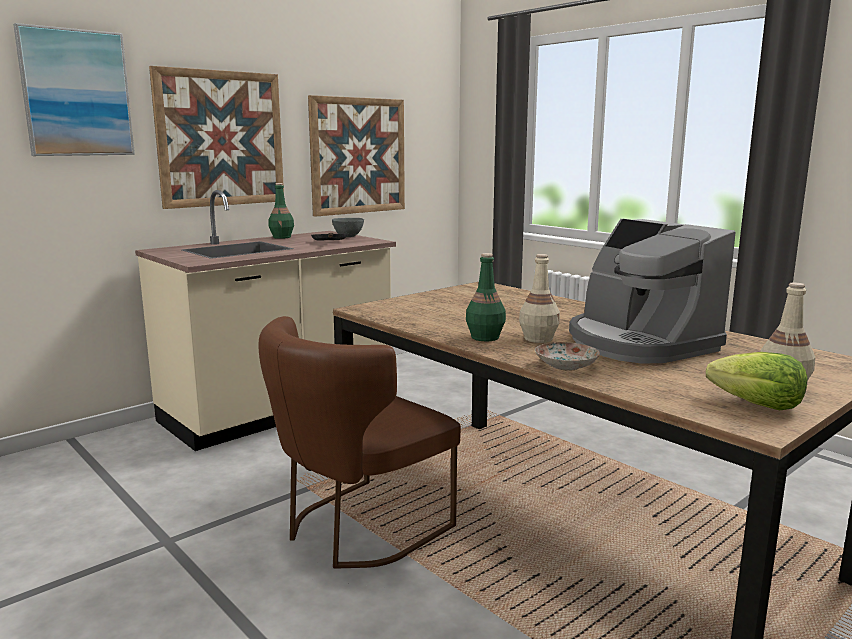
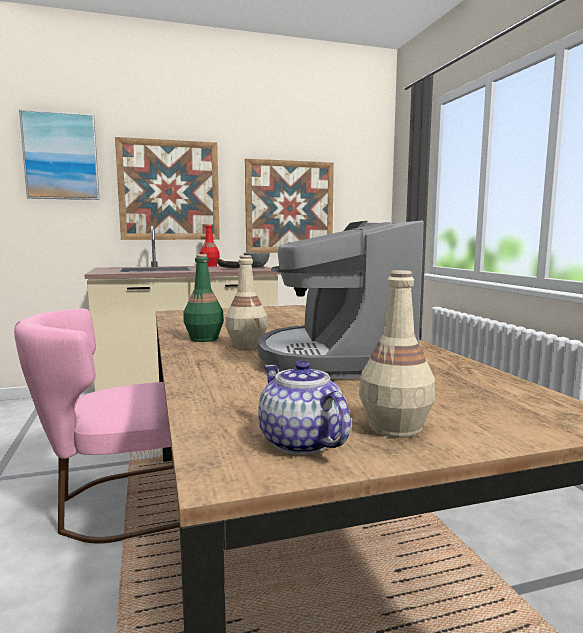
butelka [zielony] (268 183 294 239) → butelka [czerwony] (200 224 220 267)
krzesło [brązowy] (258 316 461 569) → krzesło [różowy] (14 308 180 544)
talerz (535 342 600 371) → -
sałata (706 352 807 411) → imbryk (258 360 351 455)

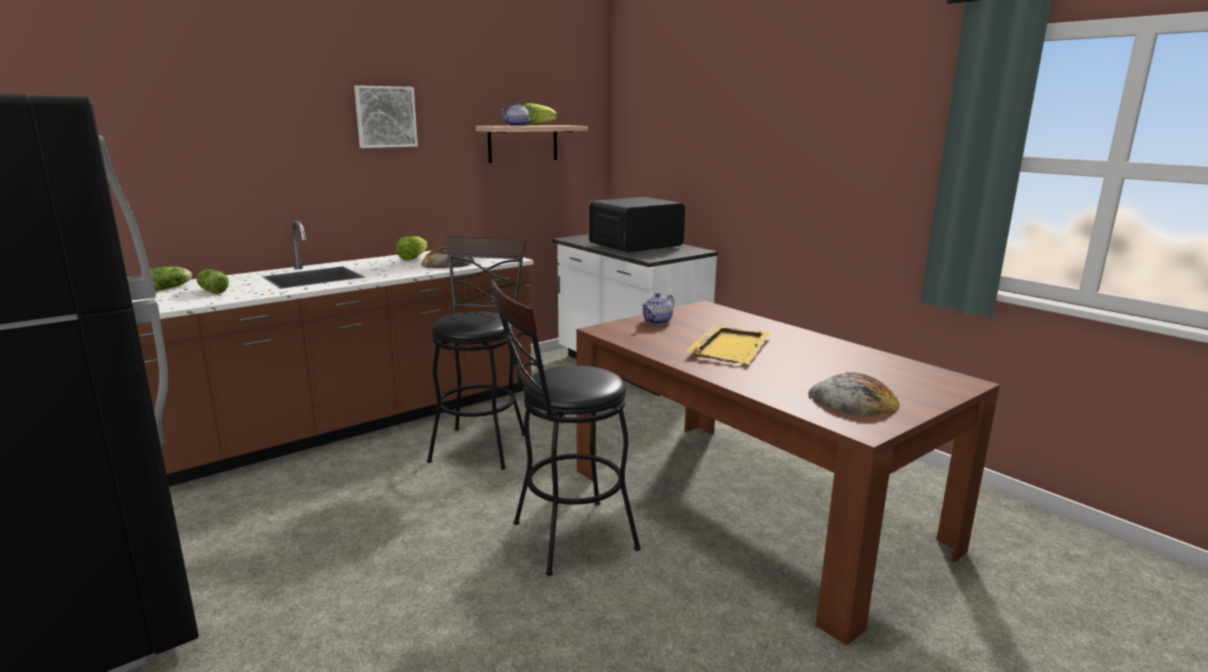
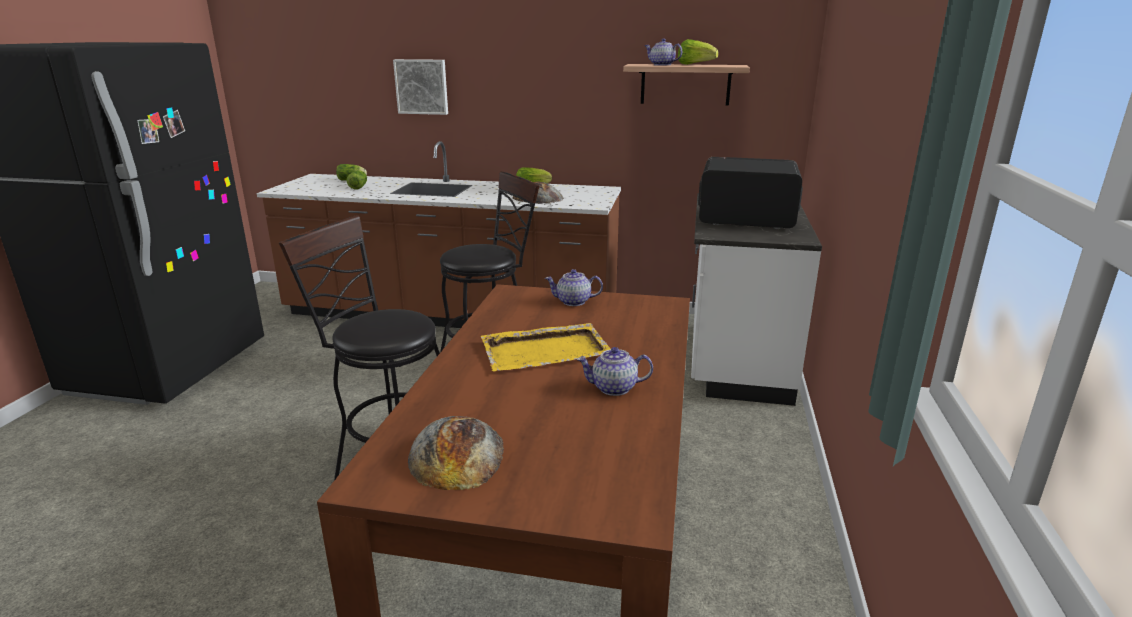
obraz (354 85 418 148) → obraz (393 59 448 115), relocated
- → imbryk (577 347 653 396)

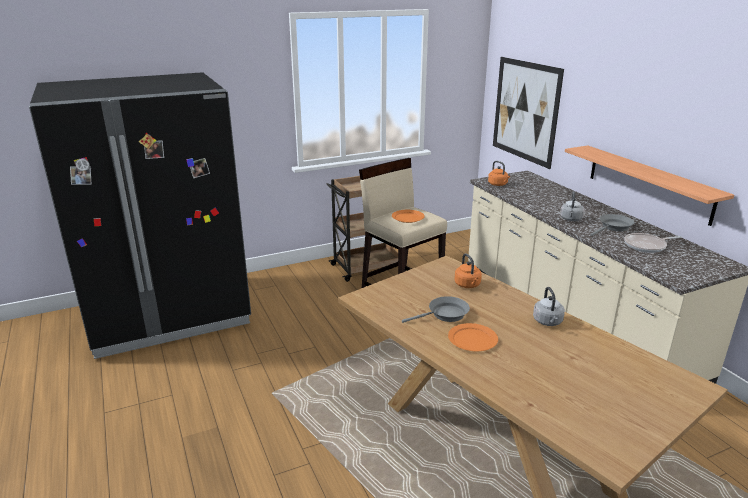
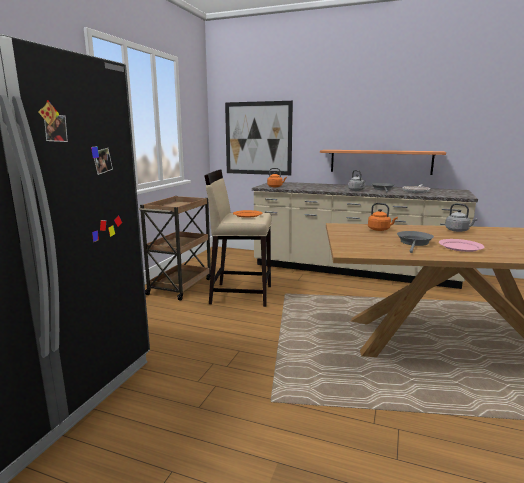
talerz [pomarańczowy] (448 323 498 351) → talerz [różowy] (439 239 484 252)

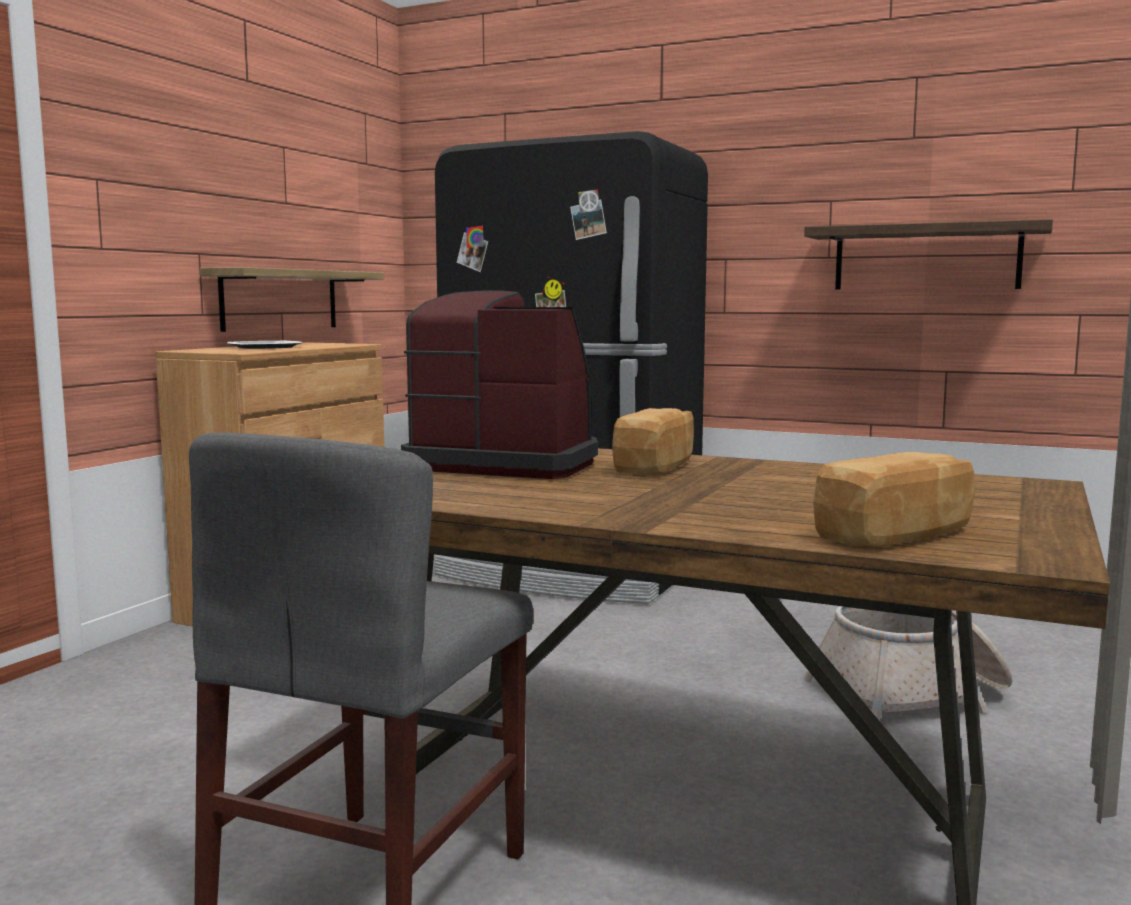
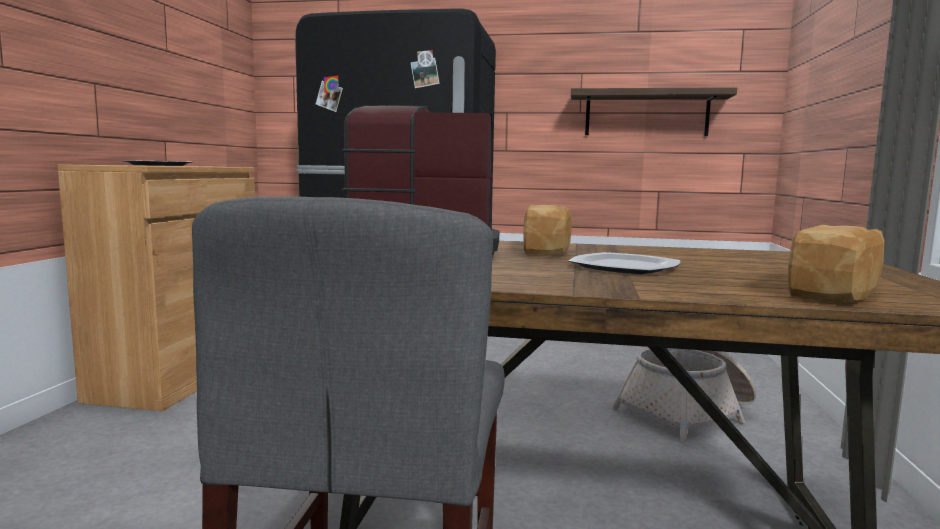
półka (200 267 384 332) → -
- → talerz (569 252 680 274)

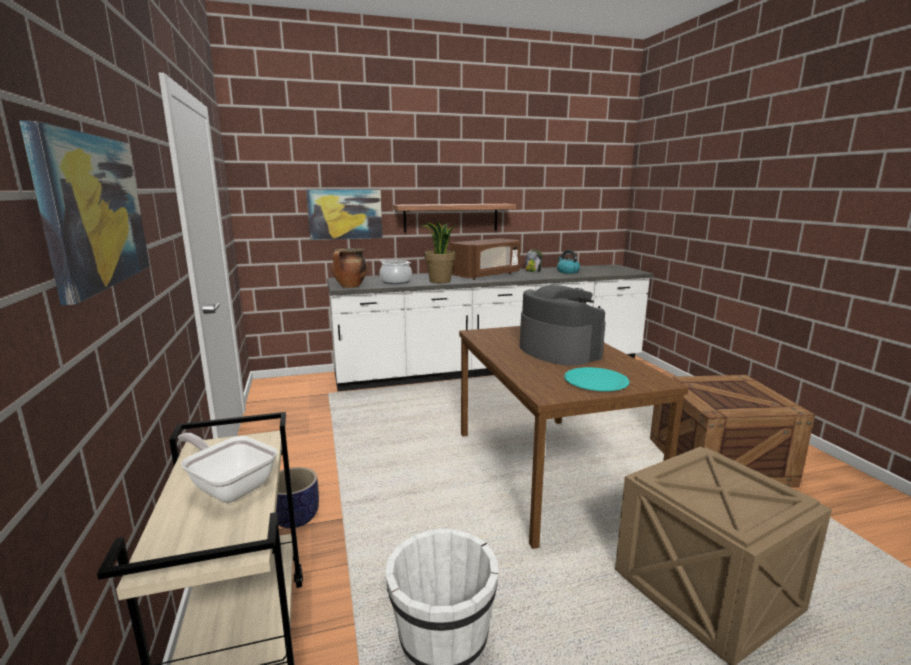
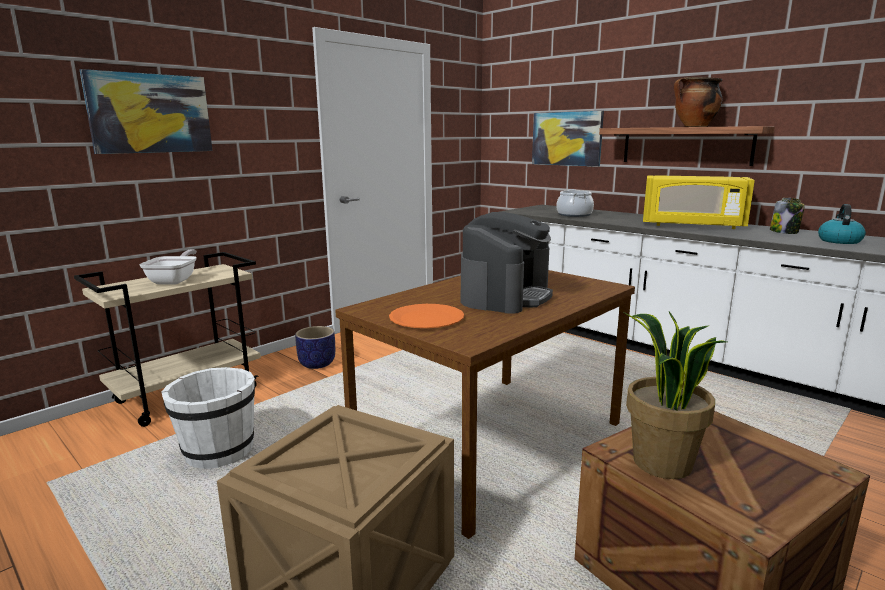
roślina doniczkowa (420 220 458 283) → roślina doniczkowa (624 312 727 479), relocated
mikrofalówka [brązowy] (450 238 520 280) → mikrofalówka [żółty] (643 175 755 229)
garnek (331 248 367 288) → garnek (674 77 722 127), relocated
talerz [turkusowy] (564 367 629 391) → talerz [pomarańczowy] (389 304 464 328)

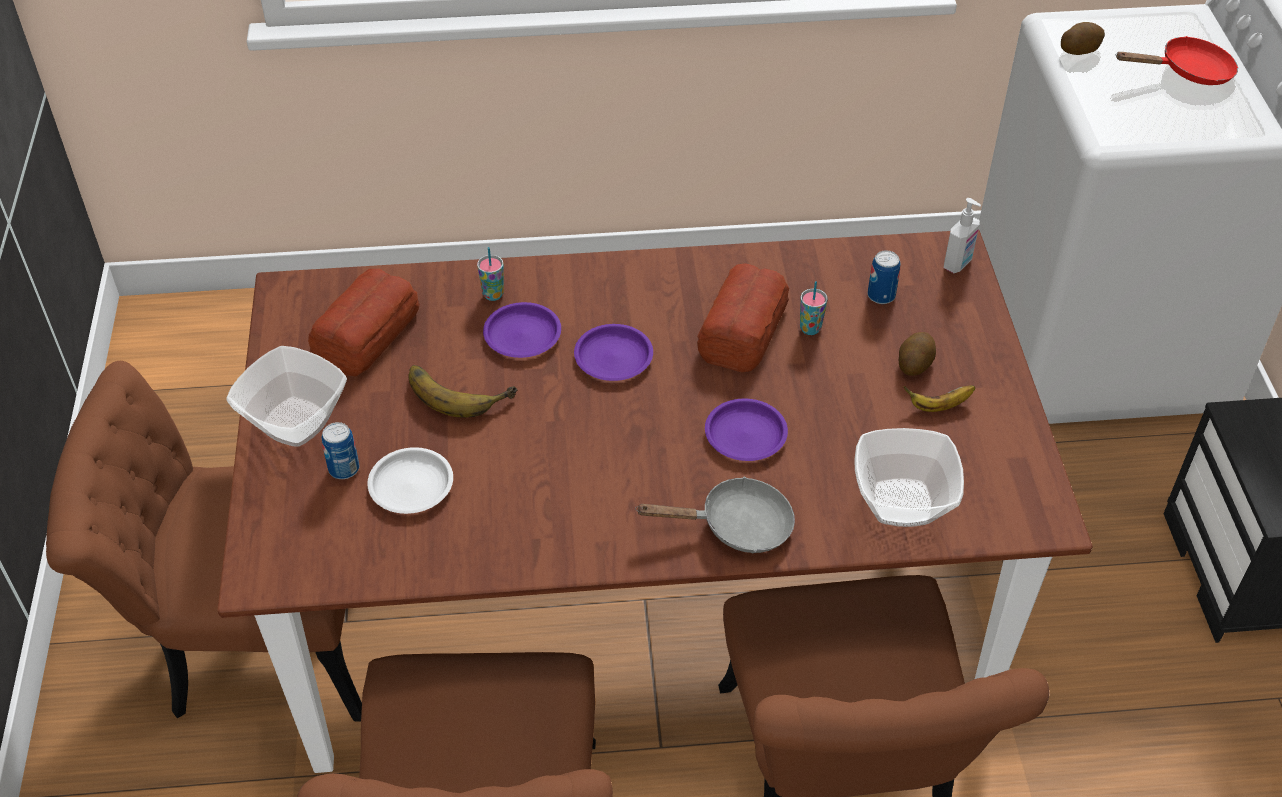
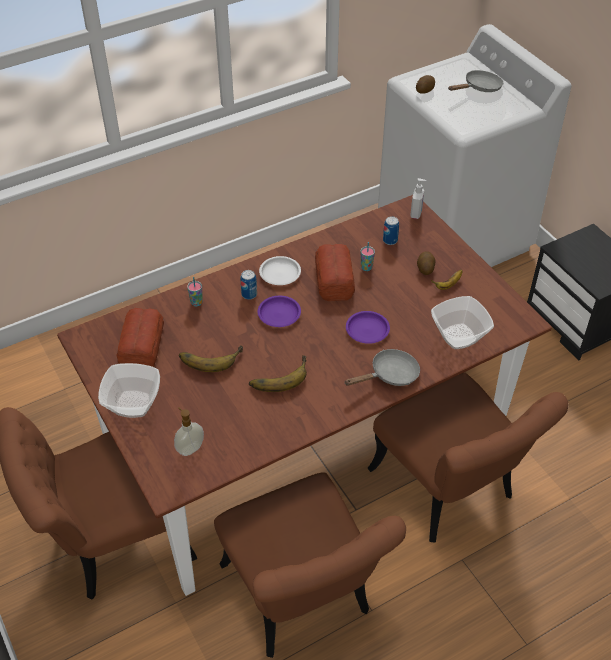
patelnia [czerwony] (1116 36 1238 85) → patelnia [szary] (448 70 503 92)
talerz [fioletowy] (483 302 561 358) → -
puszka (321 422 360 479) → puszka (240 270 257 300), relocated
talerz [biały] (367 447 453 514) → talerz [biały] (259 256 301 285), relocated
- → banan (249 355 307 392)
- → dozownik mydła (174 407 204 456)

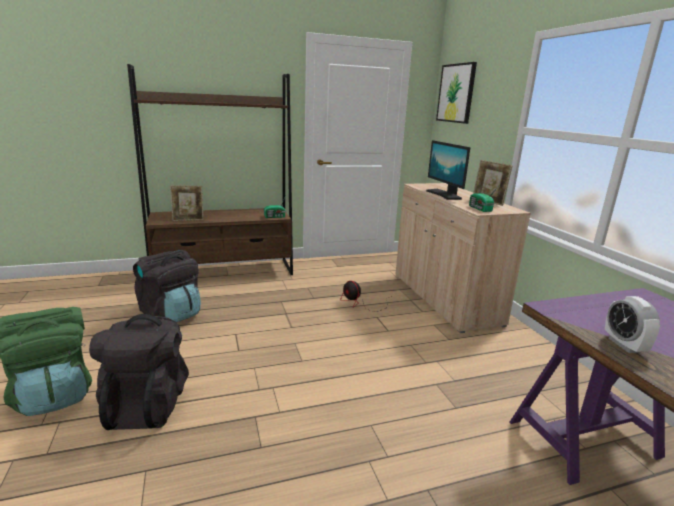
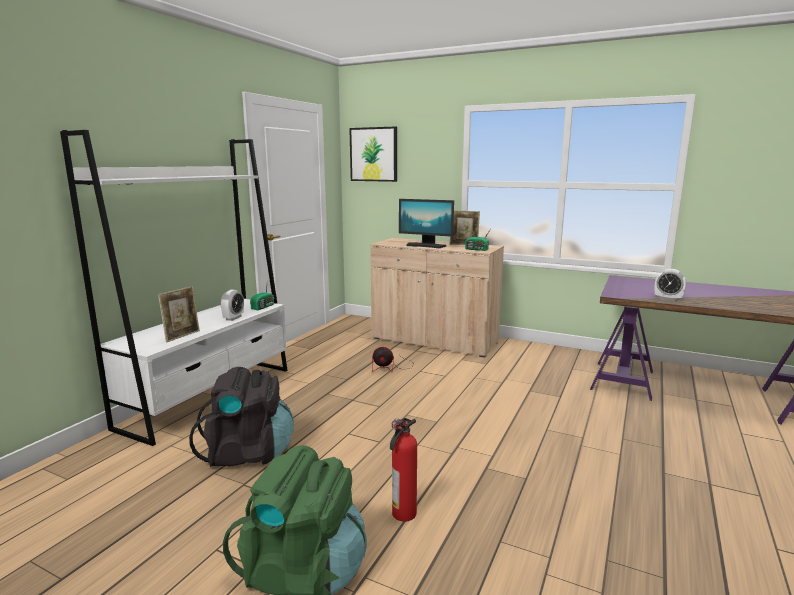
regał [brązowy] (127 64 293 275) → regał [biały] (60 130 288 446)
plecak [czarny] (89 314 189 430) → gaśnica (390 418 417 522)
- → budzik (221 289 244 321)

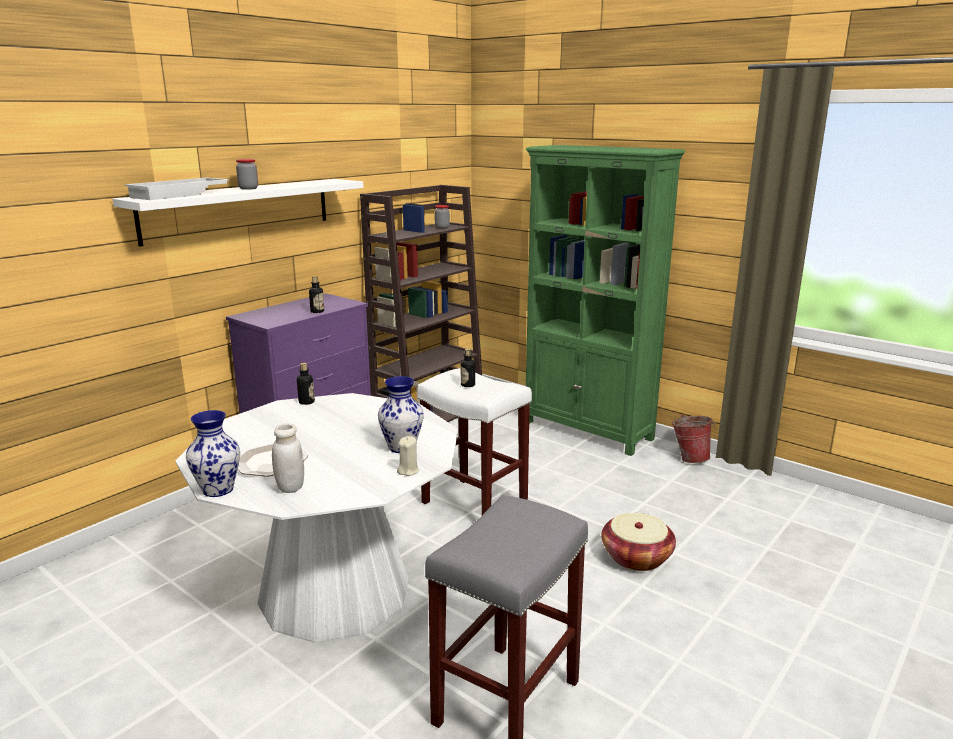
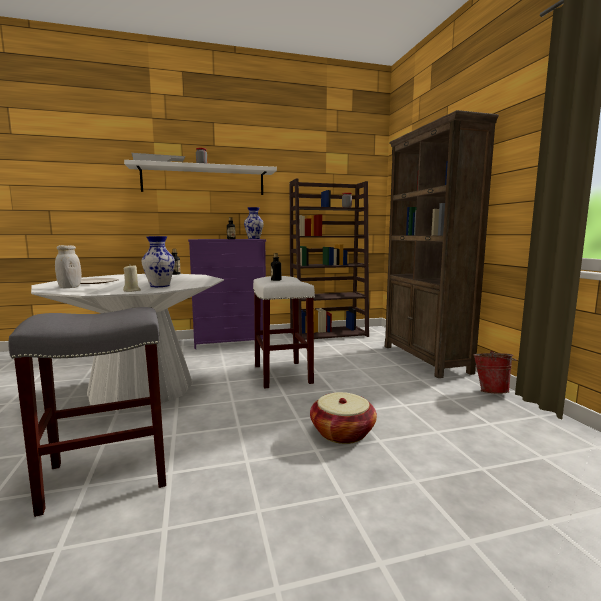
regał [zielony] (526 145 685 456) → regał [brązowy] (385 110 499 378)
wazon (186 410 240 497) → wazon (244 207 264 239), relocated

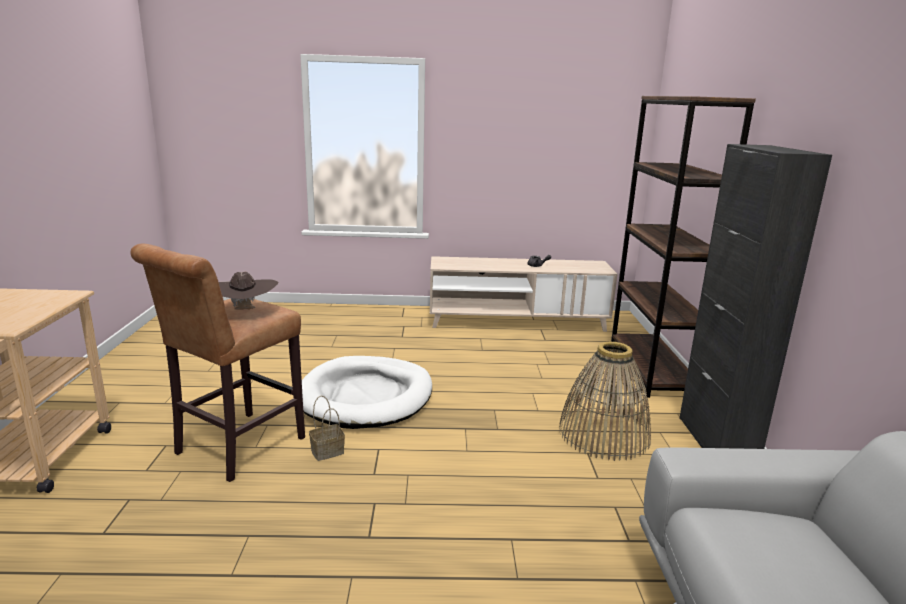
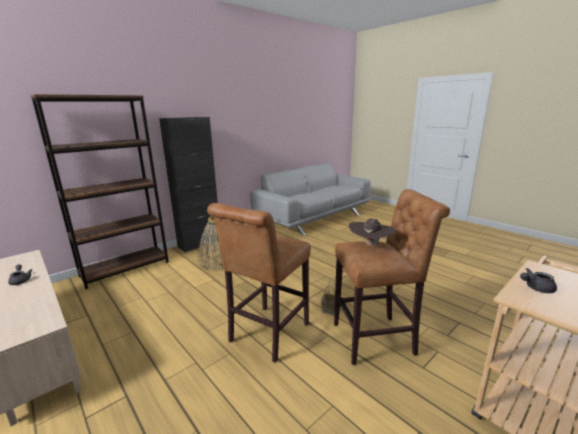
legowisko [biały] (302 356 432 429) → stołek [brązowy] (207 203 311 363)
- → imbryk [szary] (520 268 557 293)

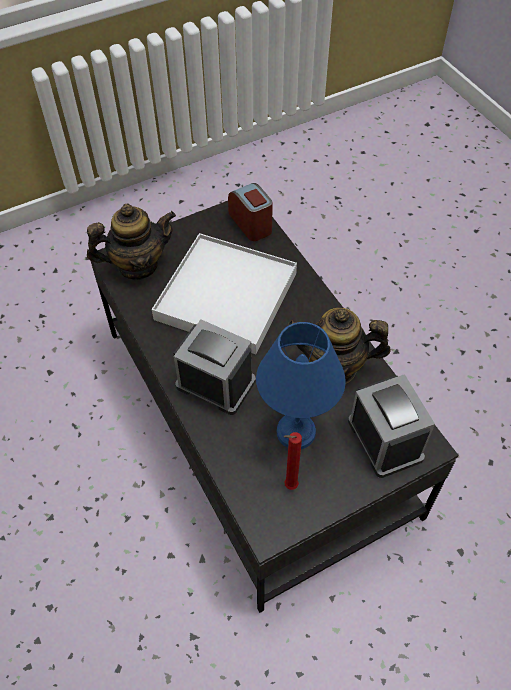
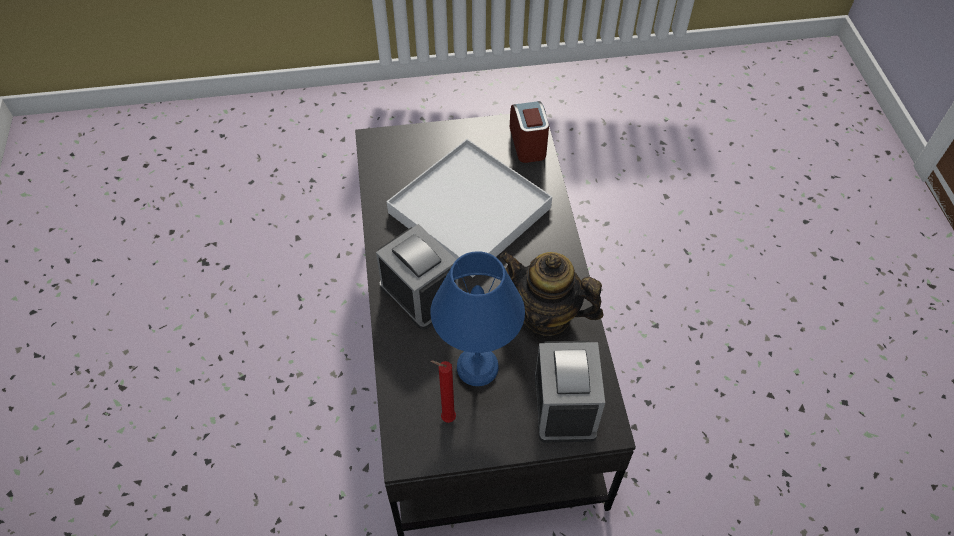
imbryk (87 204 176 280) → -

